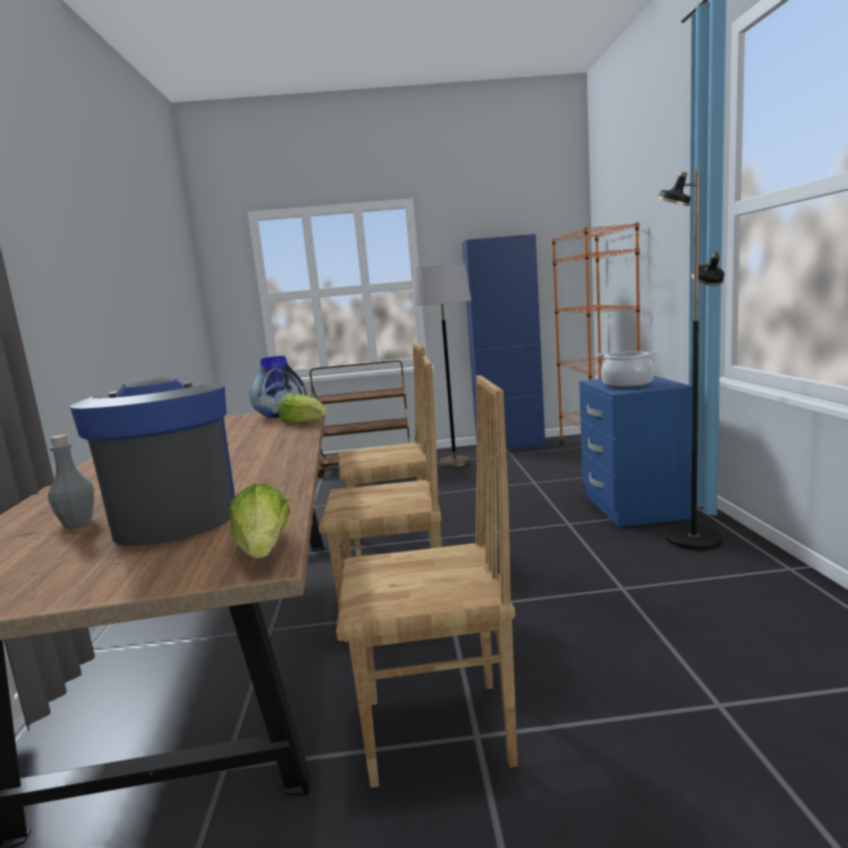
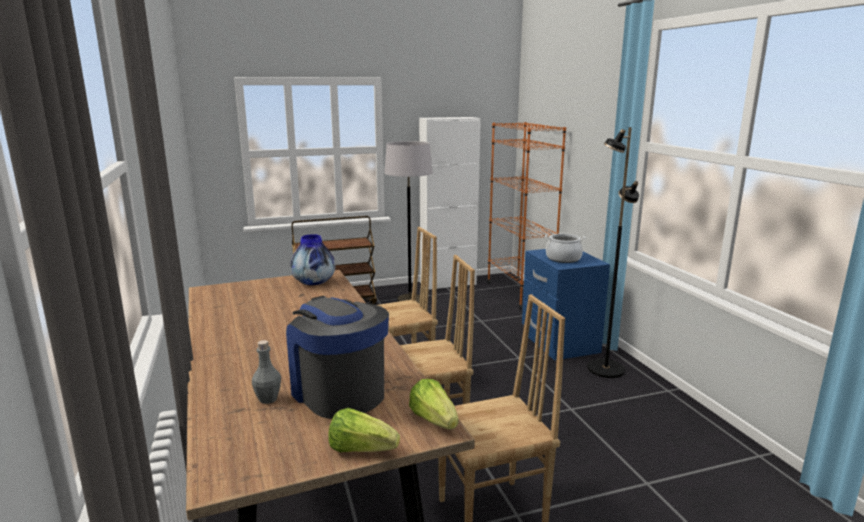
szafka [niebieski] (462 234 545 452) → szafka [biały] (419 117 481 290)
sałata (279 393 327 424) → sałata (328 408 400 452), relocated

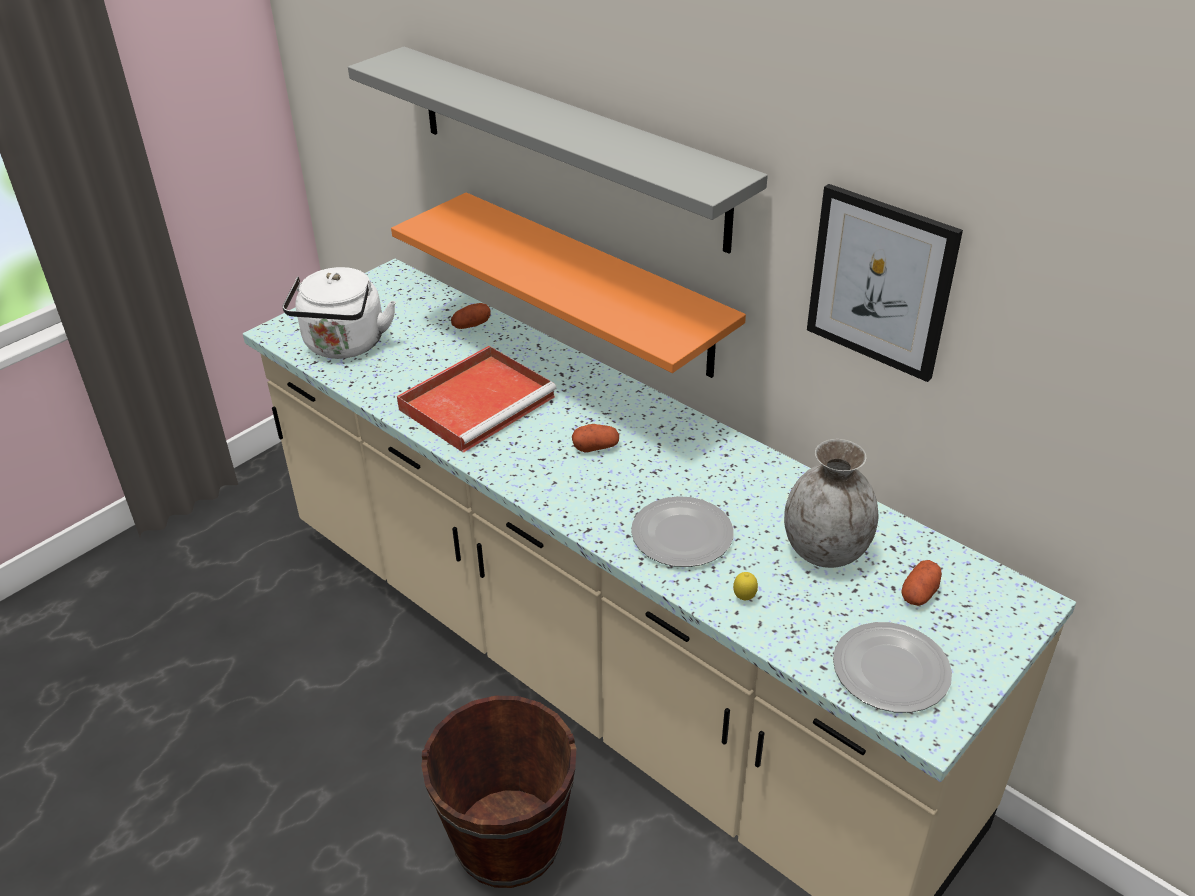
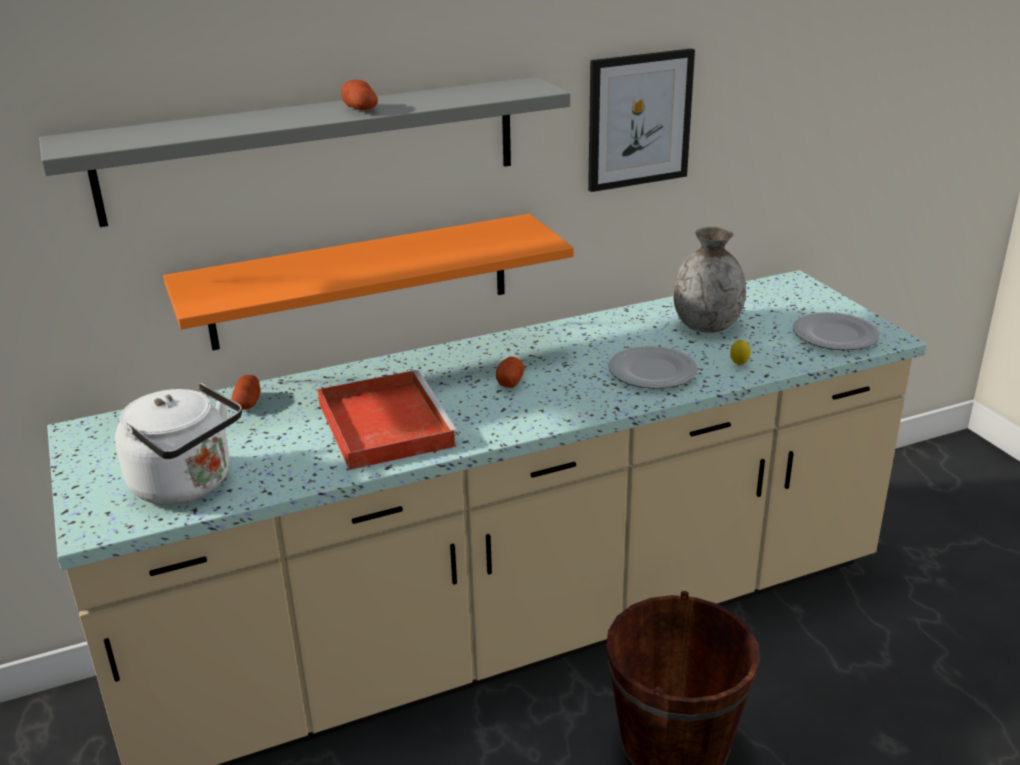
ziemniak (901 560 942 606) → ziemniak (341 80 378 110), relocated

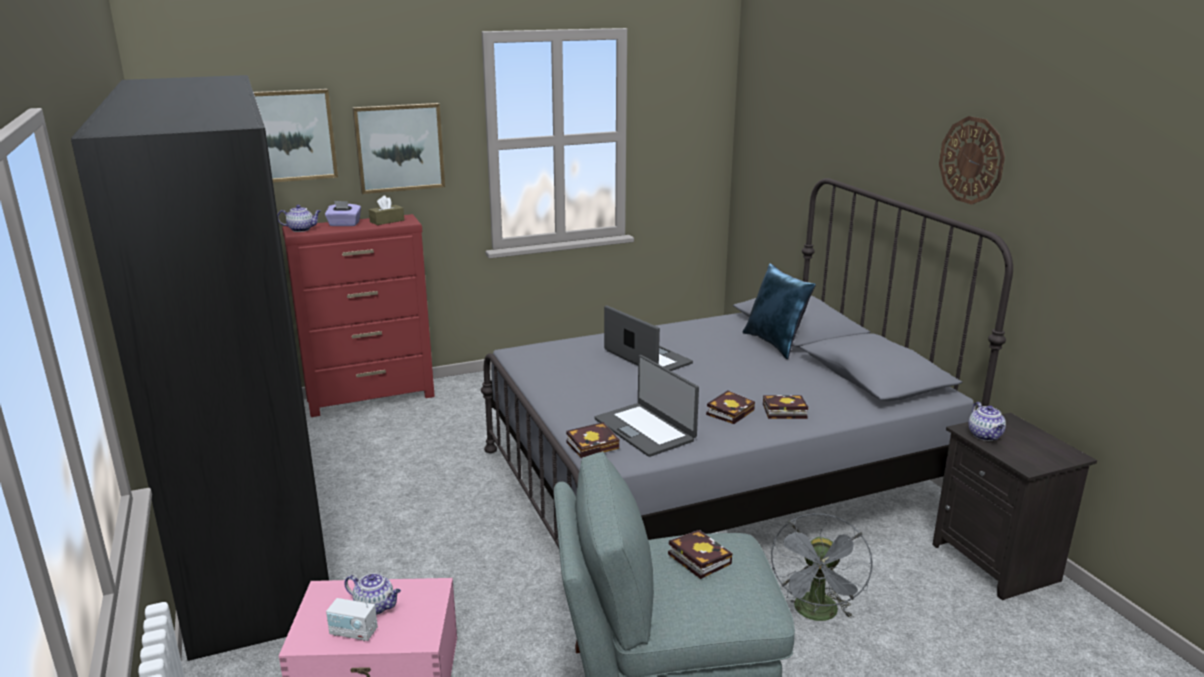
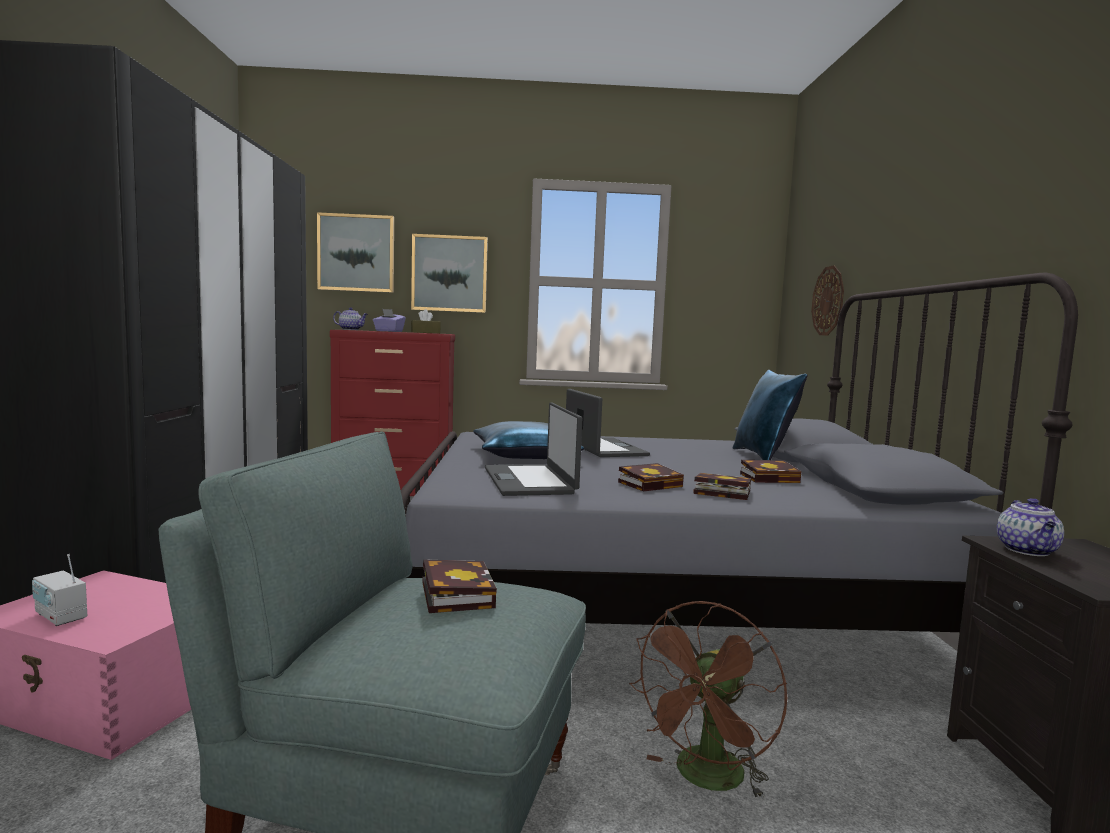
zegar ścienny (939 116 1005 205) → zegar ścienny (811 265 844 335), relocated
książka (566 422 619 458) → książka (740 460 802 483), relocated
wentylator [szary] (771 513 873 621) → wentylator [brązowy] (629 601 787 800)
imbryk (344 573 401 615) → -
- → poduszka [niebieski] (473 421 584 459)

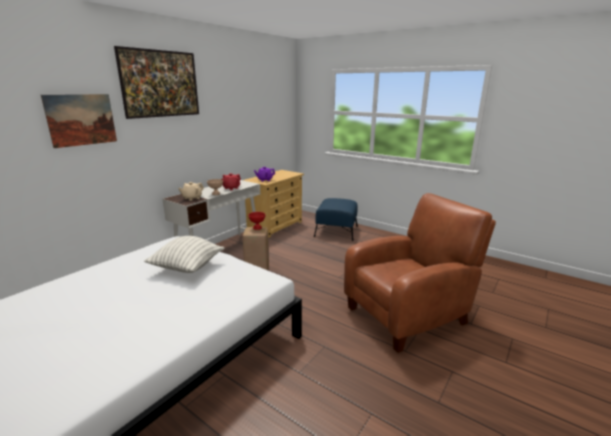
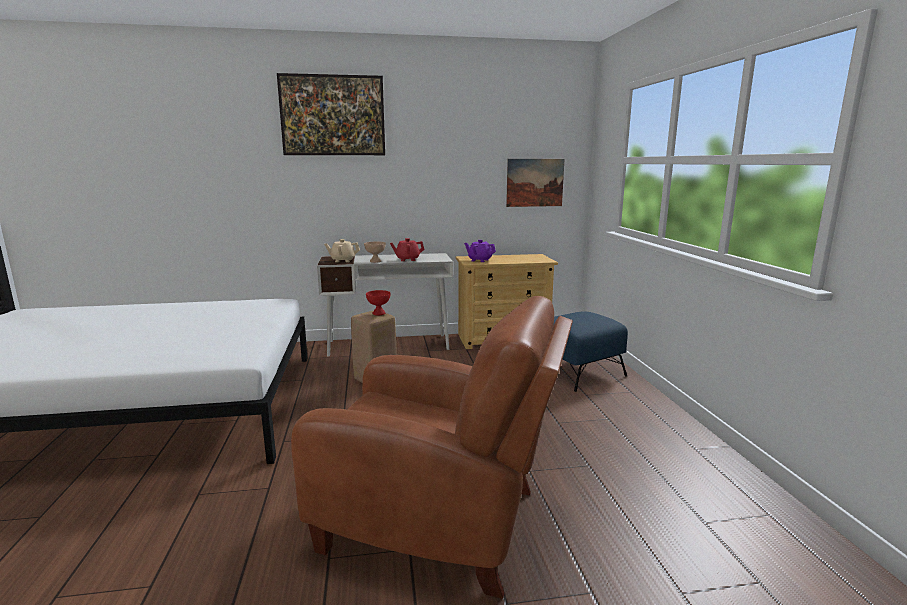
obraz (41 94 117 148) → obraz (506 159 565 207), relocated
poduszka (144 236 224 273) → -

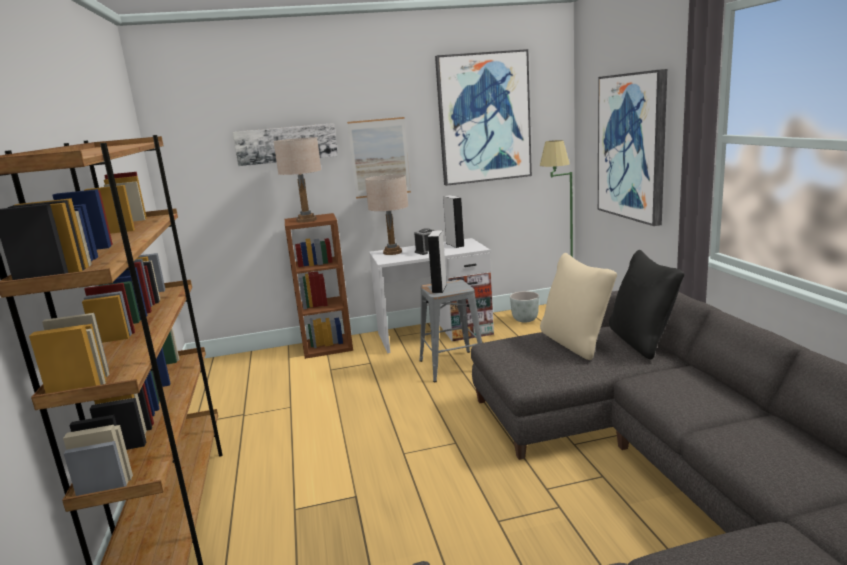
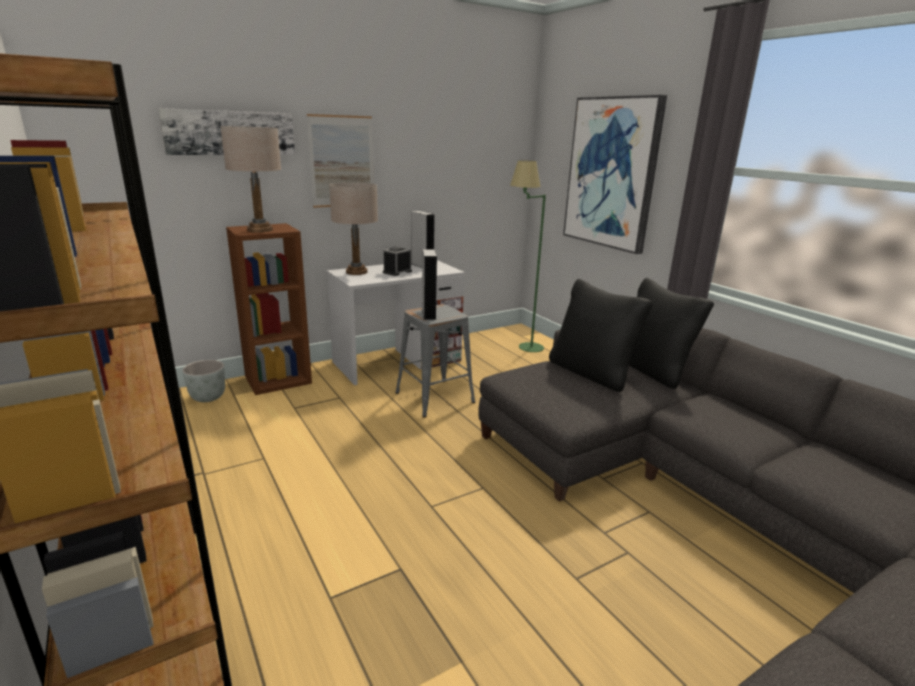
obraz (435 49 532 186) → -
poduszka [beżowy] (540 253 617 360) → poduszka [czarny] (549 279 653 392)
donica [szary] (510 291 539 323) → donica [szary] (182 360 225 402), relocated

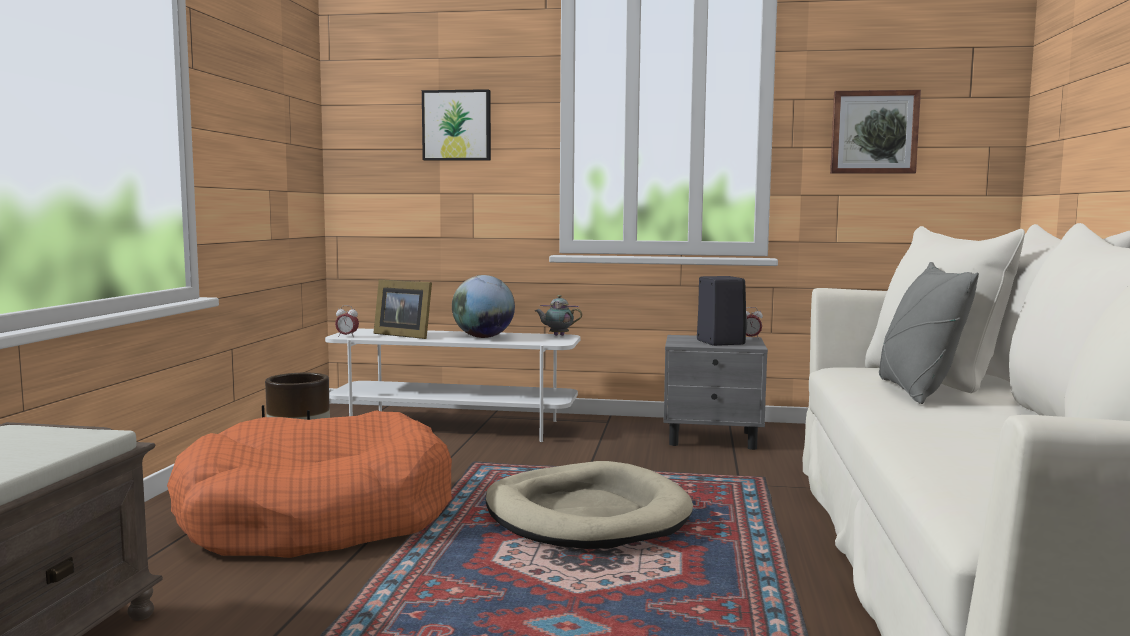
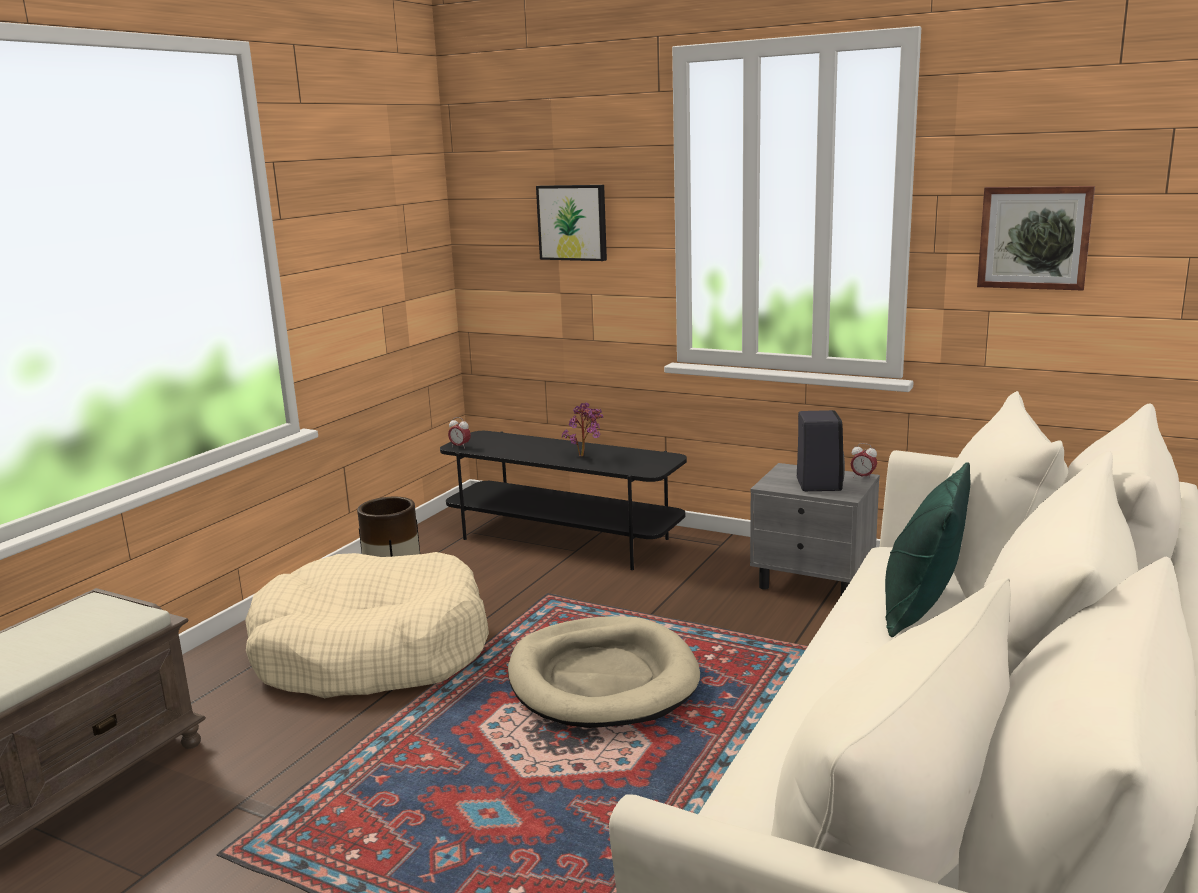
poduszka [szary] (879 262 979 404) → poduszka [zielony] (885 462 970 637)
globus (452 275 515 338) → roślina doniczkowa (562 402 603 456)
ramka na zdjęcie (373 279 432 339) → -
imbryk (535 295 582 336) → -
szafka pod telewizor [biały] (325 329 580 442) → szafka pod telewizor [czarny] (440 431 687 570)
legowisko [pomarańczowy] (167 411 452 558) → legowisko [beżowy] (245 552 489 698)

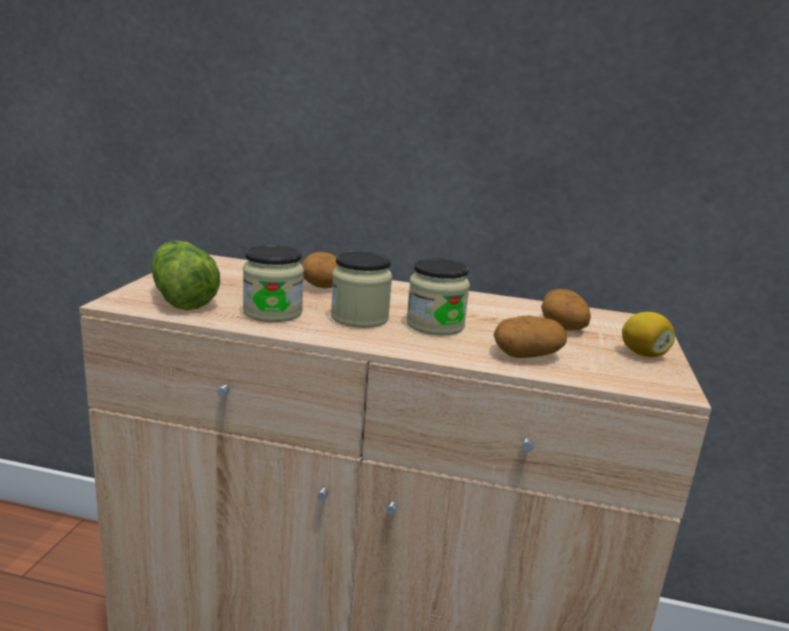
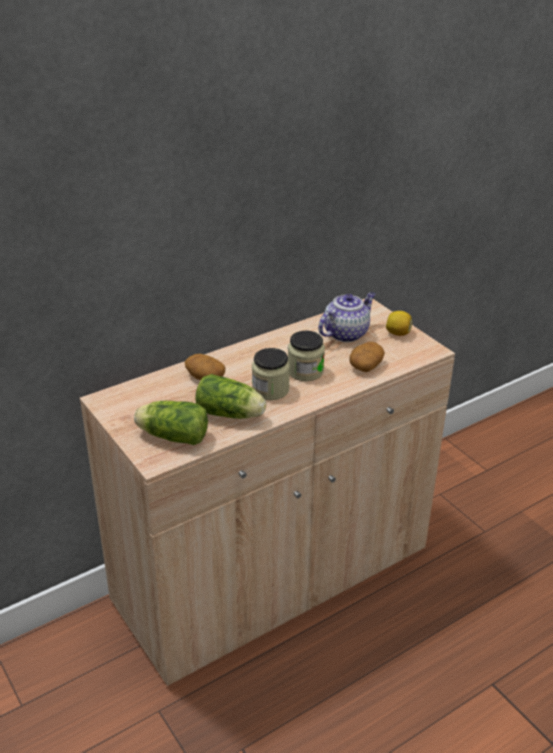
słoik (243 245 304 322) → sałata (196 374 266 419)
ziemniak (541 289 591 330) → imbryk (318 292 375 342)

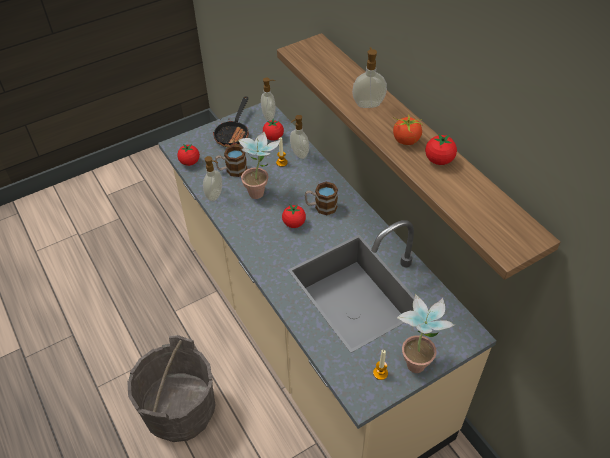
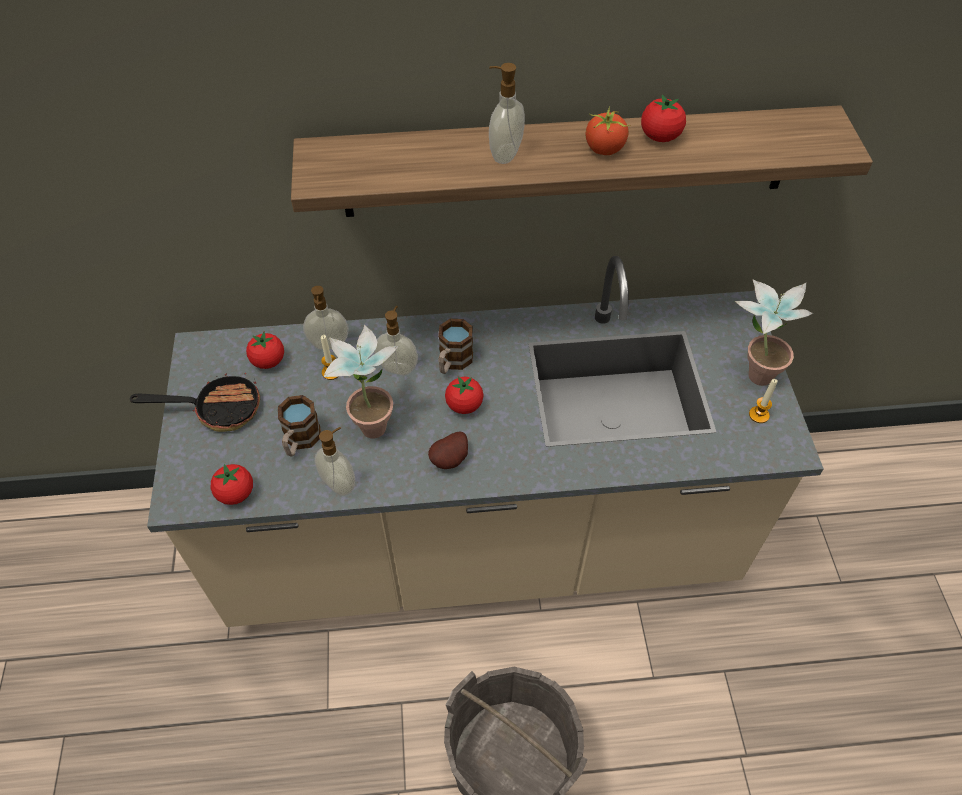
dozownik mydła (261 78 275 121) → dozownik mydła (374 306 418 375), relocated
patelnia (213 96 249 148) → patelnia (130 373 260 432), 45 degrees counterclockwise
- → ziemniak (428 432 468 469)

